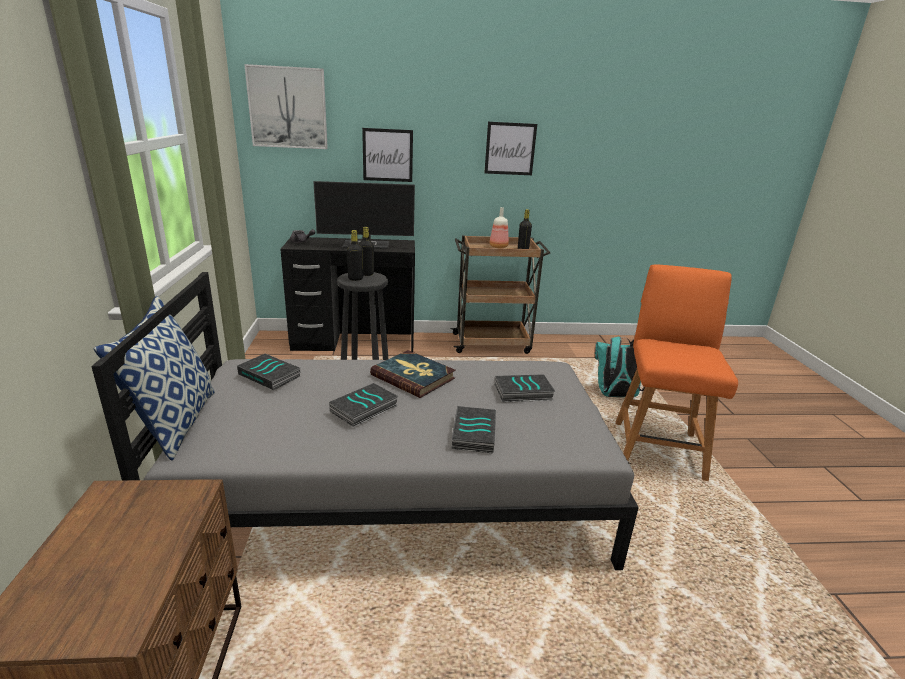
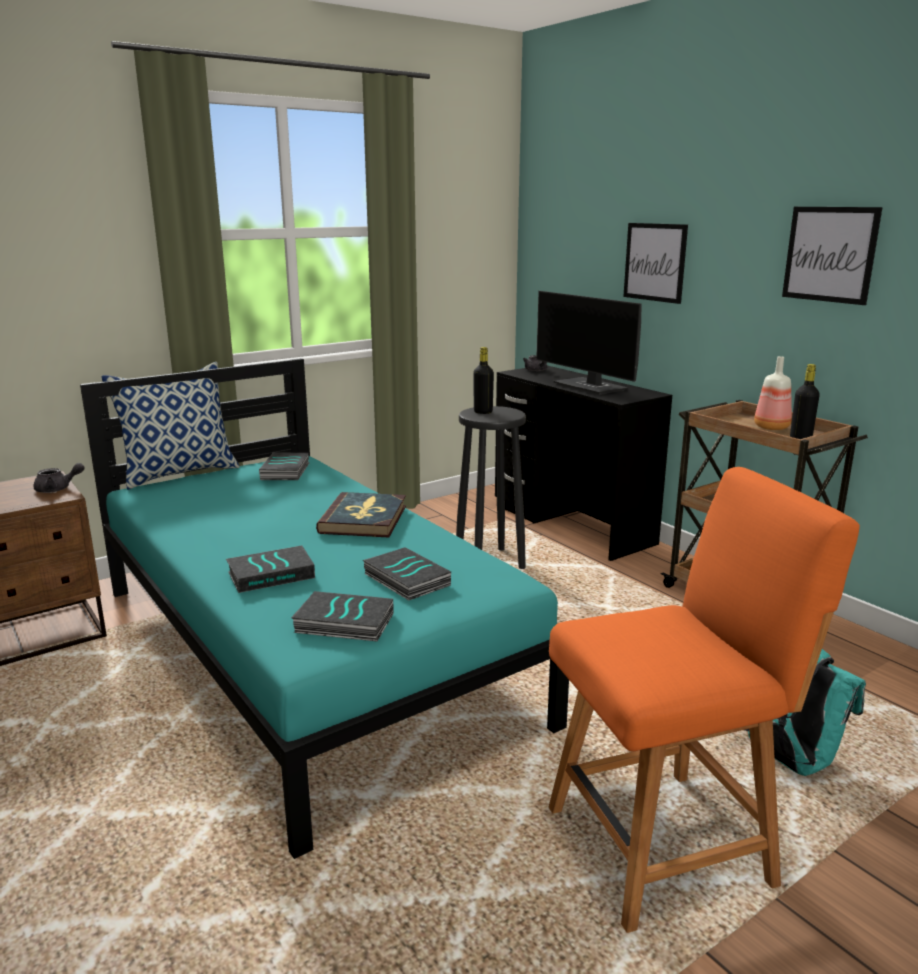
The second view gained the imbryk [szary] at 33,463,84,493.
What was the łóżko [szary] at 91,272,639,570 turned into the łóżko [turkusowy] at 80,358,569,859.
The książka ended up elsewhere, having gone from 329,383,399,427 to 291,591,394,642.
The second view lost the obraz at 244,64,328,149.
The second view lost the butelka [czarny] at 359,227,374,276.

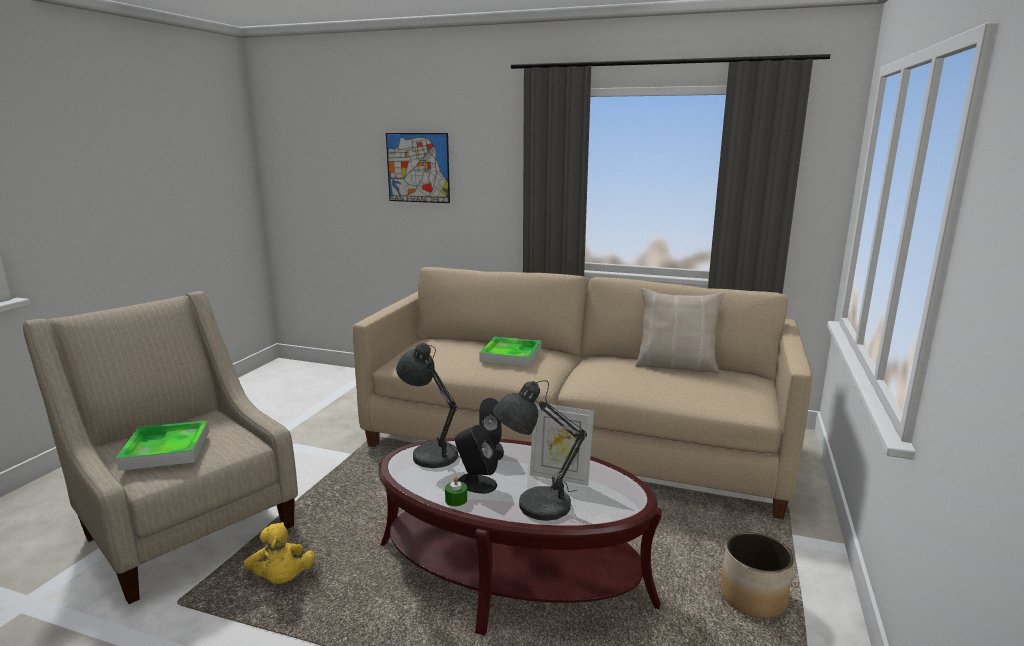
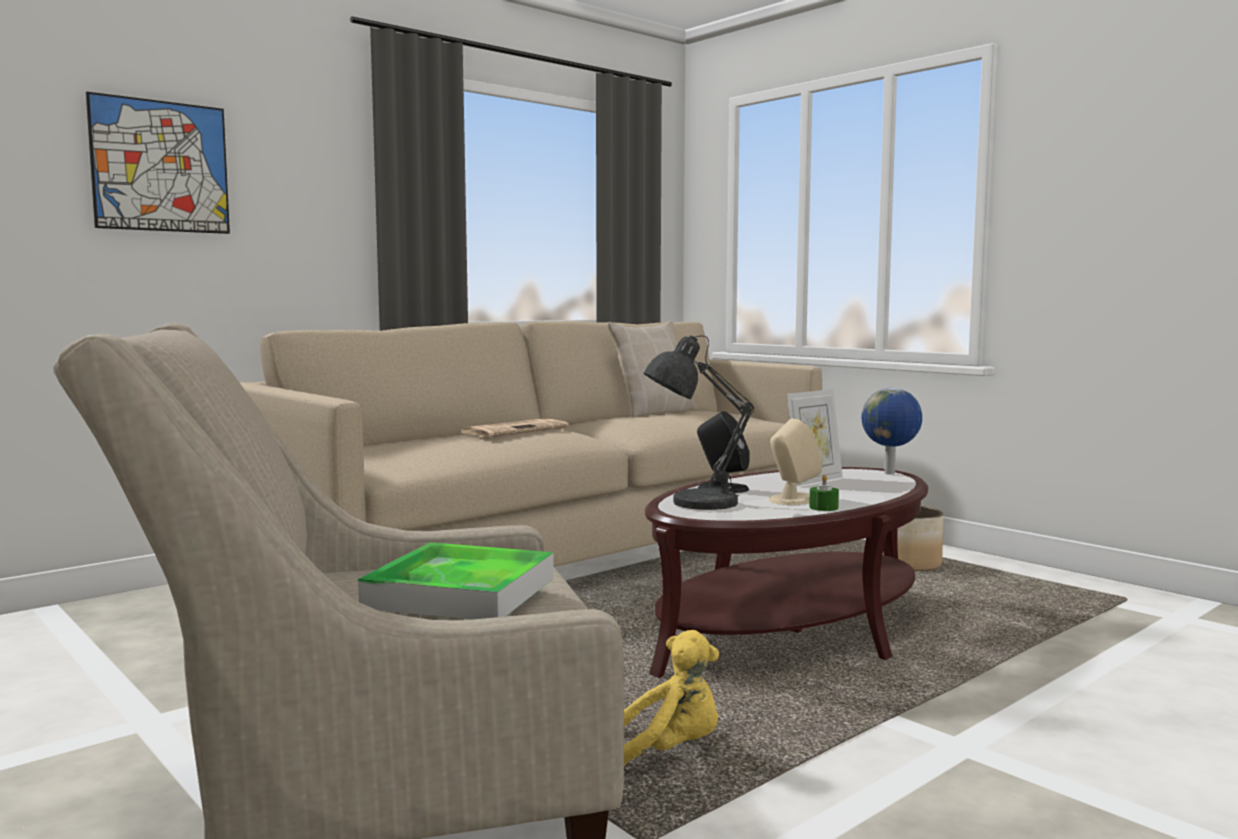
Where the taca stood at 479,337,541,367, the gazeta came to stand at 459,419,569,437.
What was the głośnik [czarny] at 455,425,498,494 turned into the głośnik [beżowy] at 768,419,823,505.
The second view gained the globus at 862,388,922,474.
The second view lost the lampa stołowa [szary] at 493,380,587,521.

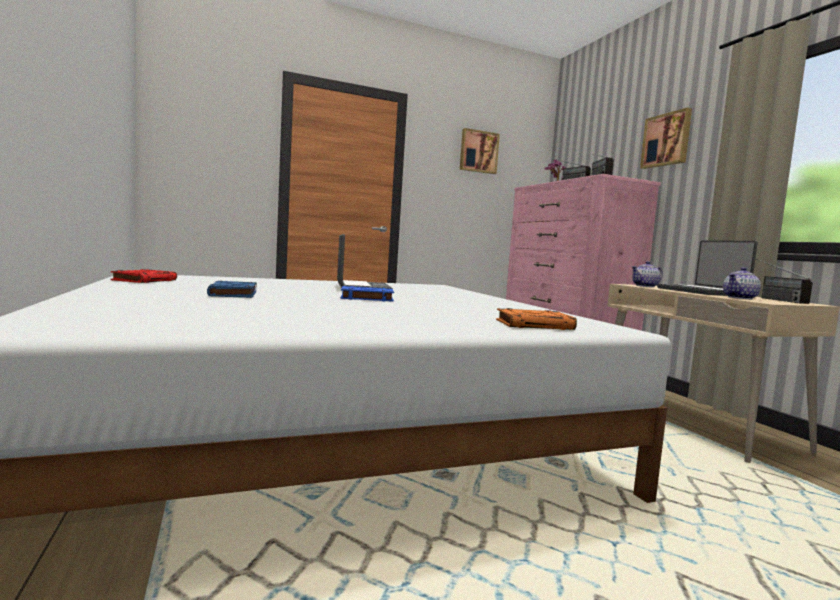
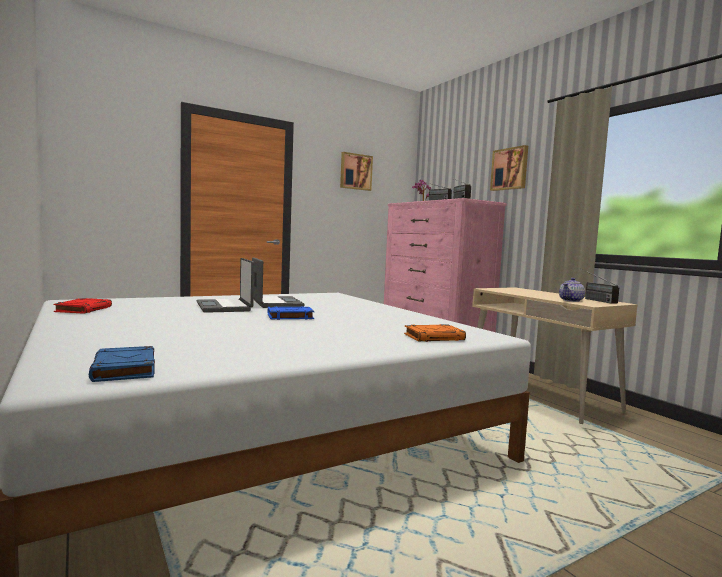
The książka [niebieski] ended up elsewhere, having gone from 207,281,257,298 to 89,346,155,382.
The laptop ended up elsewhere, having gone from 657,241,758,296 to 197,258,254,313.
The second view lost the imbryk at 631,261,663,287.

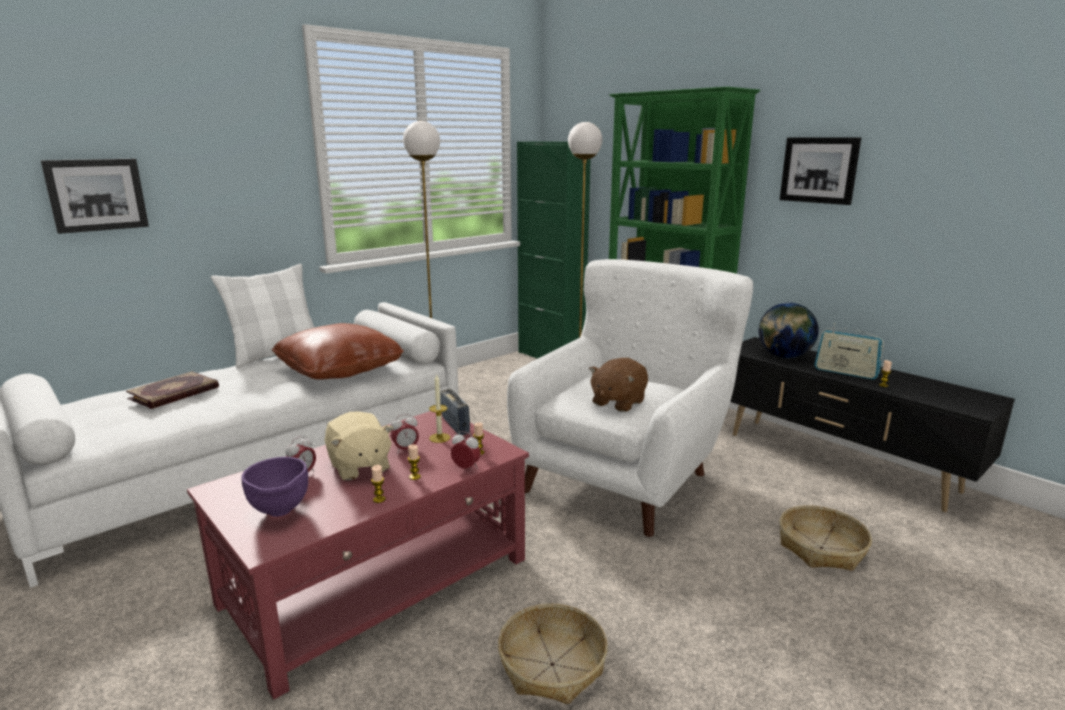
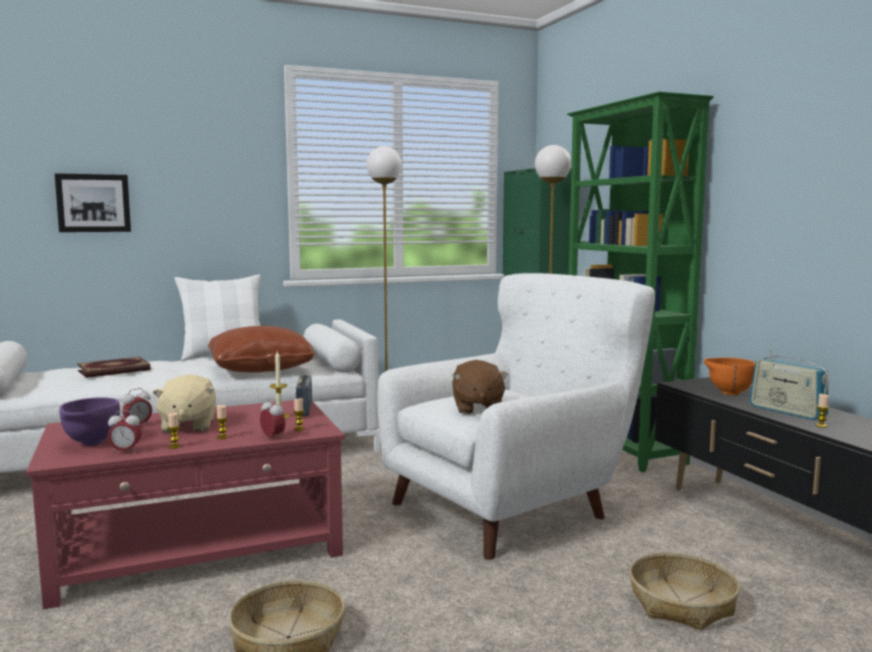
The budzik ended up elsewhere, having gone from 391,414,419,454 to 108,410,142,454.
The pluszak [brązowy] at 589,358,648,412 ended up facing another way, 60 degrees counterclockwise from before.
Where the globus stood at 759,303,819,358, the miska [pomarańczowy] came to stand at 704,358,755,395.
The second view lost the obraz at 780,137,861,205.

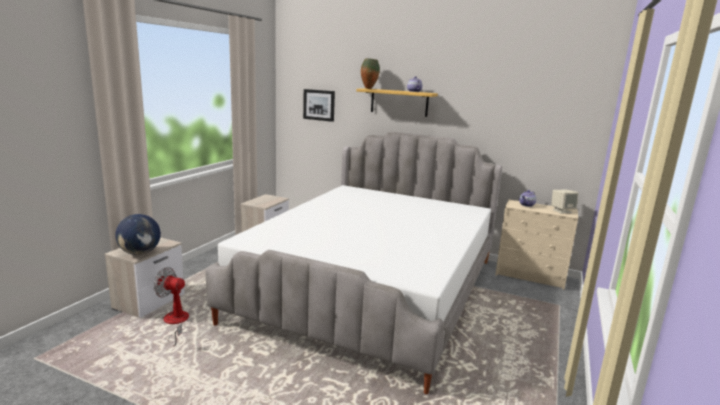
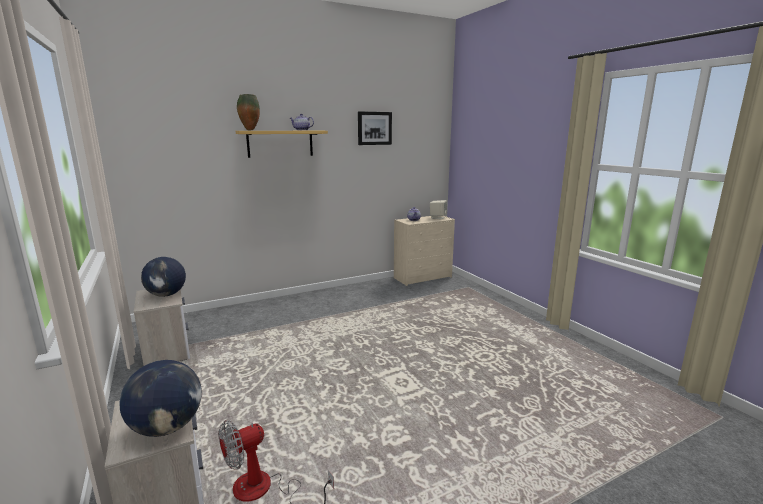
The second view gained the globus at 141,257,186,297.
The obraz ended up elsewhere, having gone from 303,89,335,122 to 358,111,392,145.
The second view lost the łóżko at 205,132,502,394.

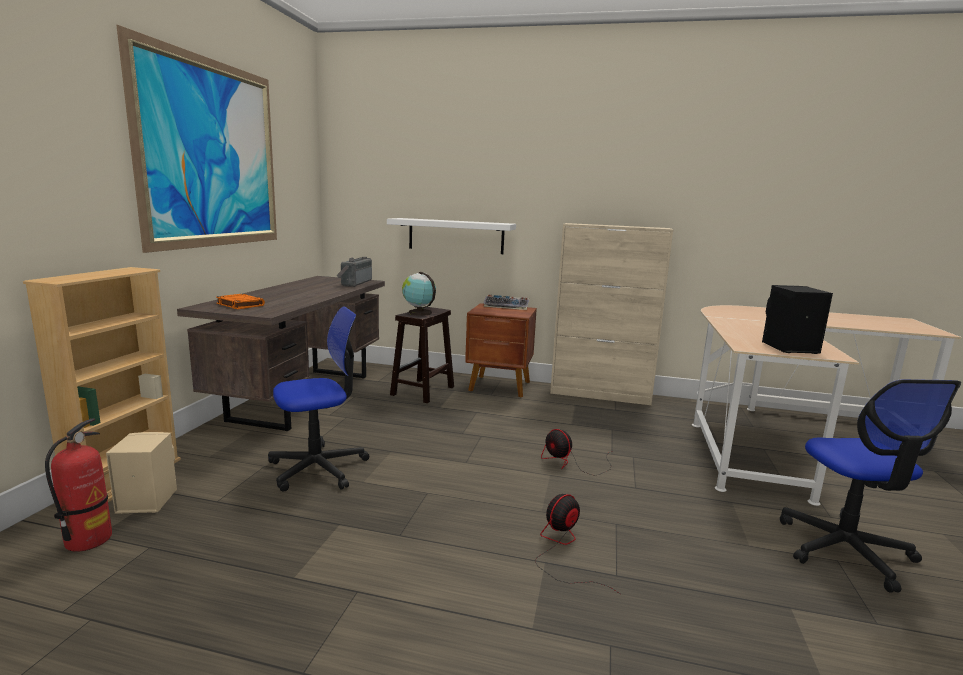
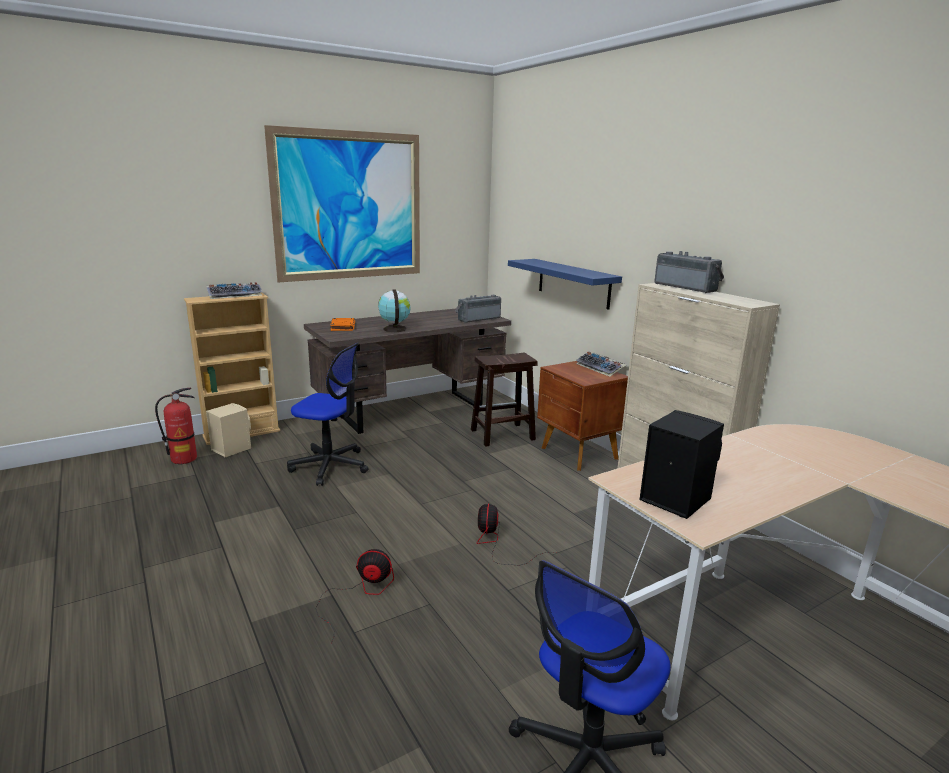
The second view gained the klawiatura at 207,282,262,299.
The globus ended up elsewhere, having gone from 402,272,436,316 to 378,290,411,332.
What was the półka [biały] at 387,218,516,254 turned into the półka [niebieski] at 508,259,622,310.
The second view gained the radio at 654,251,724,293.

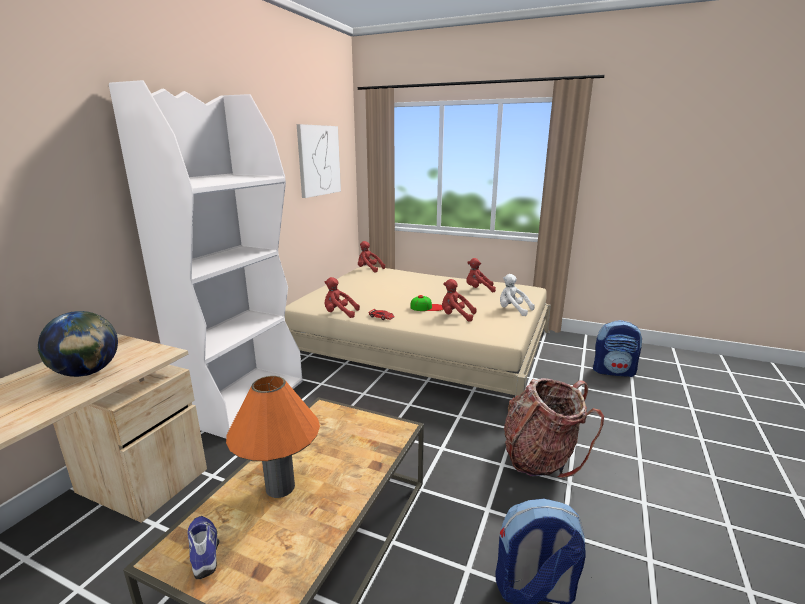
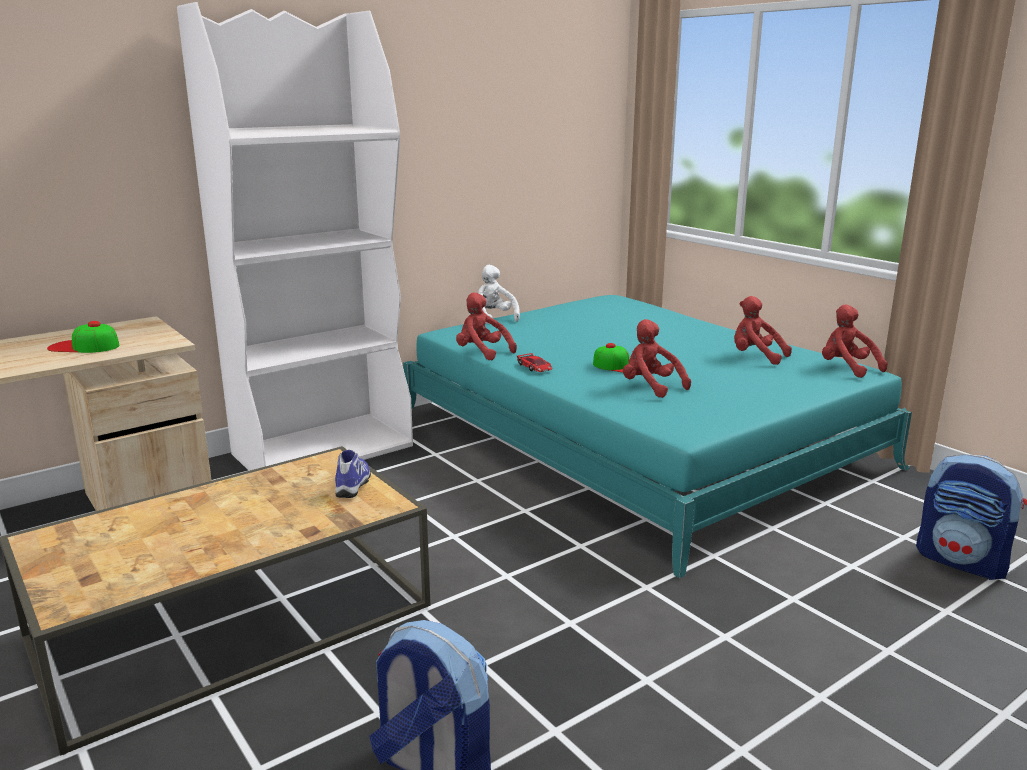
Where the globus stood at 38,311,118,377, the czapka z daszkiem came to stand at 47,321,120,353.
The but ended up elsewhere, having gone from 187,516,219,579 to 335,450,371,498.
What was the łóżko [beżowy] at 285,266,551,396 turned into the łóżko [turkusowy] at 403,295,912,578.
The pluszak [biały] ended up elsewhere, having gone from 500,274,535,316 to 478,265,520,324.
The pluszak [czerwony] ended up elsewhere, having gone from 358,241,385,272 to 822,304,888,378.
The second view lost the lampa stołowa [pomarańczowy] at 226,376,320,498.
The second view lost the obraz at 297,124,341,198.
The second view lost the plecak at 504,378,604,478.

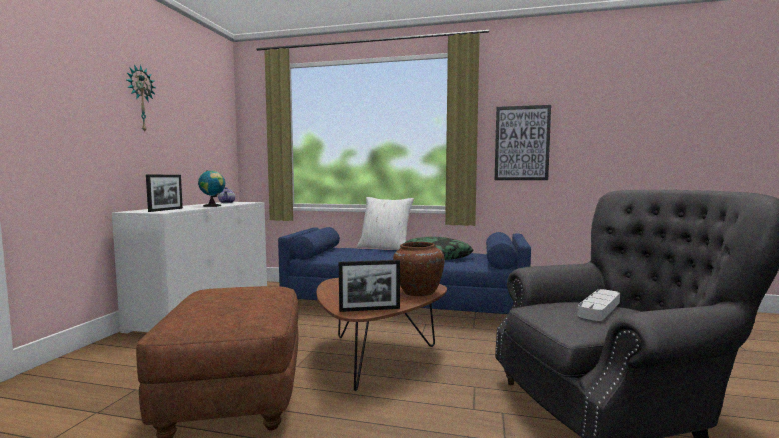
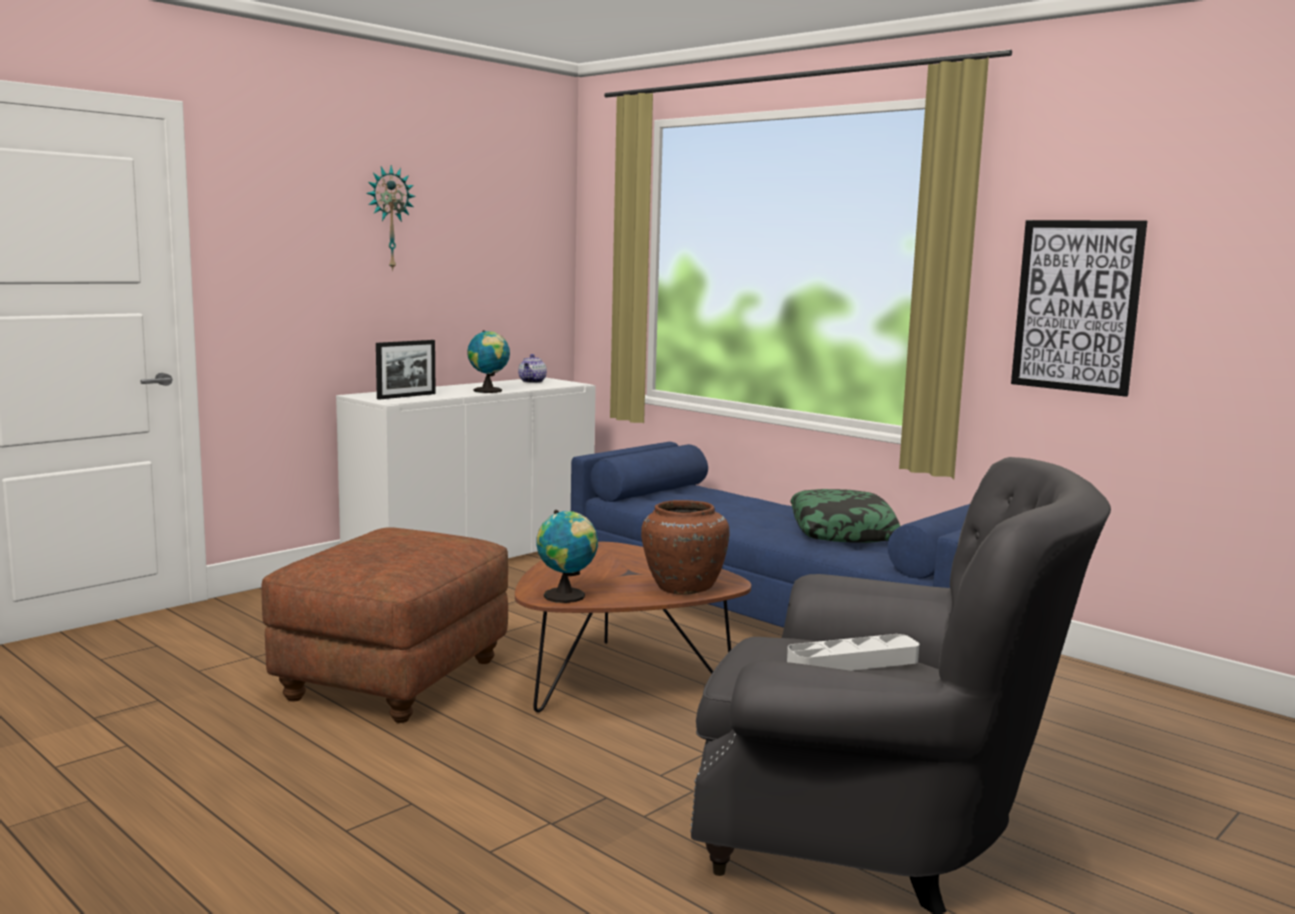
Where the ramka na zdjęcie stood at 339,260,400,312, the globus came to stand at 536,510,598,603.
The second view lost the poduszka [biały] at 357,197,414,250.

